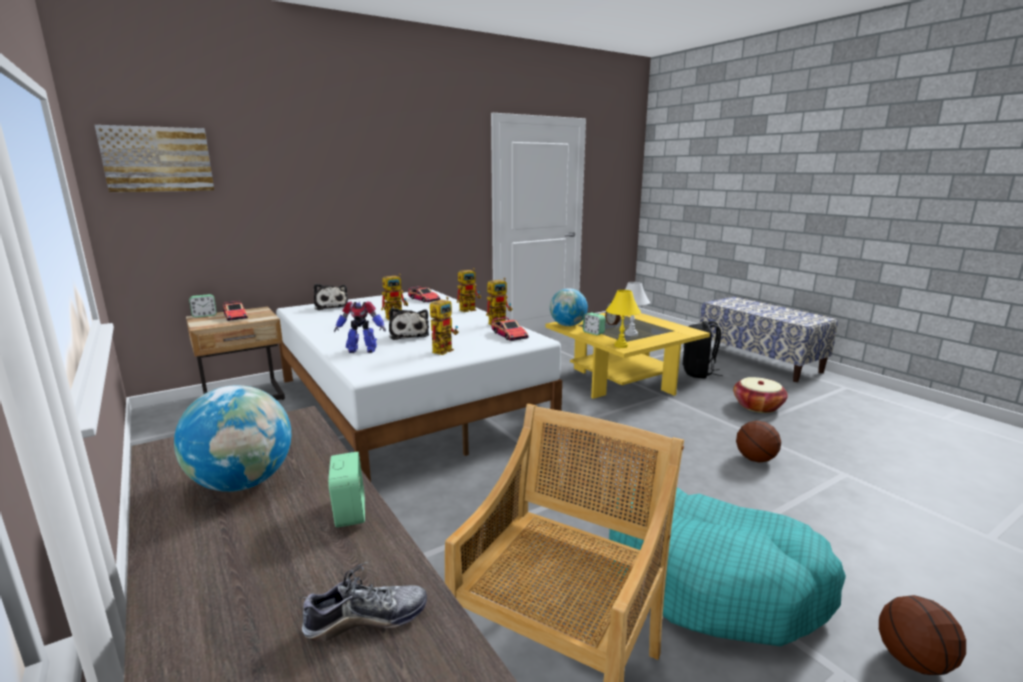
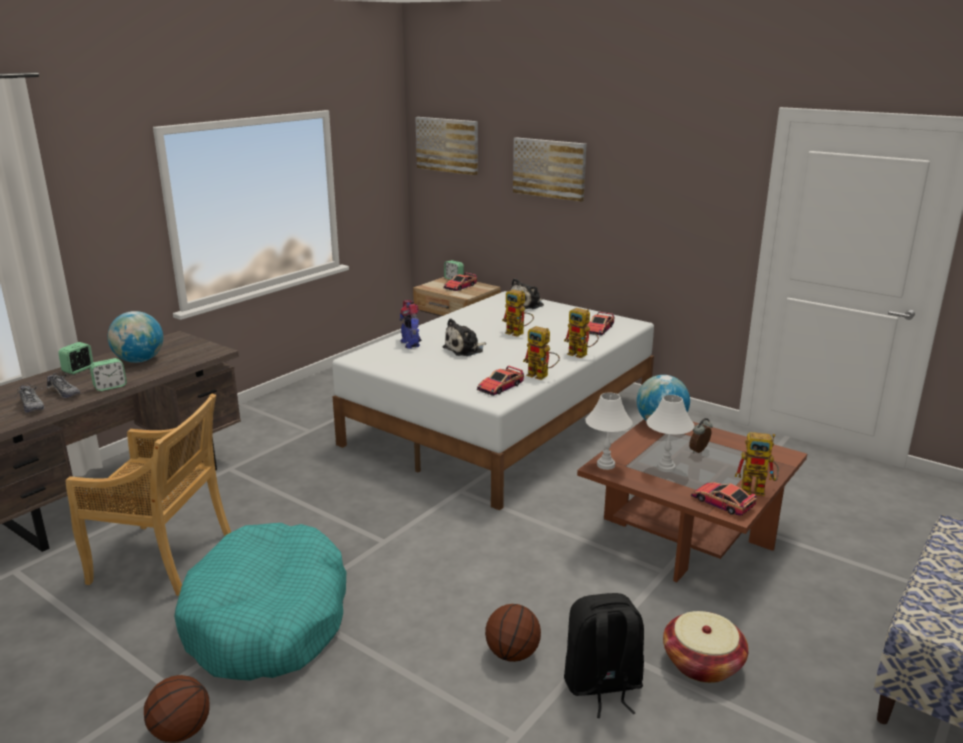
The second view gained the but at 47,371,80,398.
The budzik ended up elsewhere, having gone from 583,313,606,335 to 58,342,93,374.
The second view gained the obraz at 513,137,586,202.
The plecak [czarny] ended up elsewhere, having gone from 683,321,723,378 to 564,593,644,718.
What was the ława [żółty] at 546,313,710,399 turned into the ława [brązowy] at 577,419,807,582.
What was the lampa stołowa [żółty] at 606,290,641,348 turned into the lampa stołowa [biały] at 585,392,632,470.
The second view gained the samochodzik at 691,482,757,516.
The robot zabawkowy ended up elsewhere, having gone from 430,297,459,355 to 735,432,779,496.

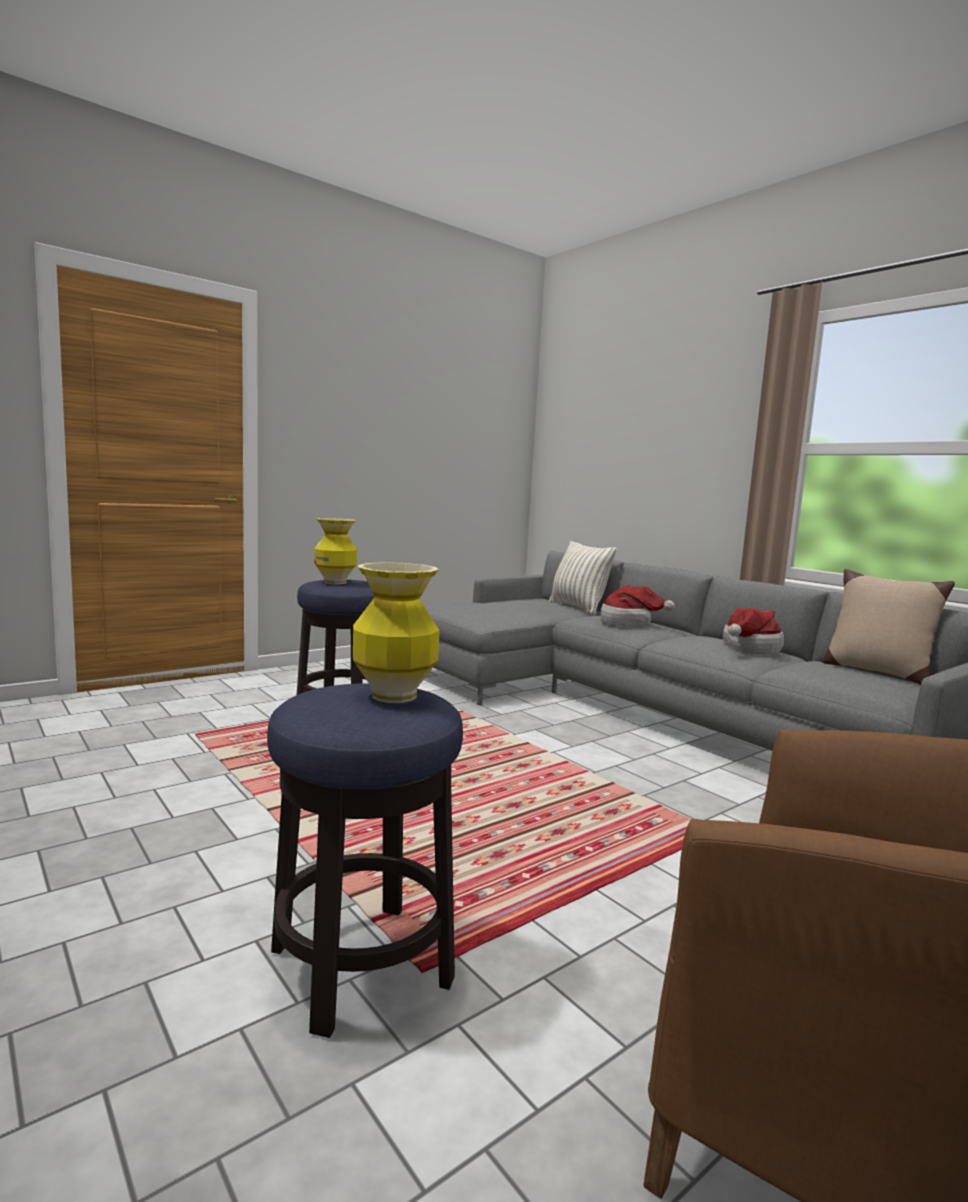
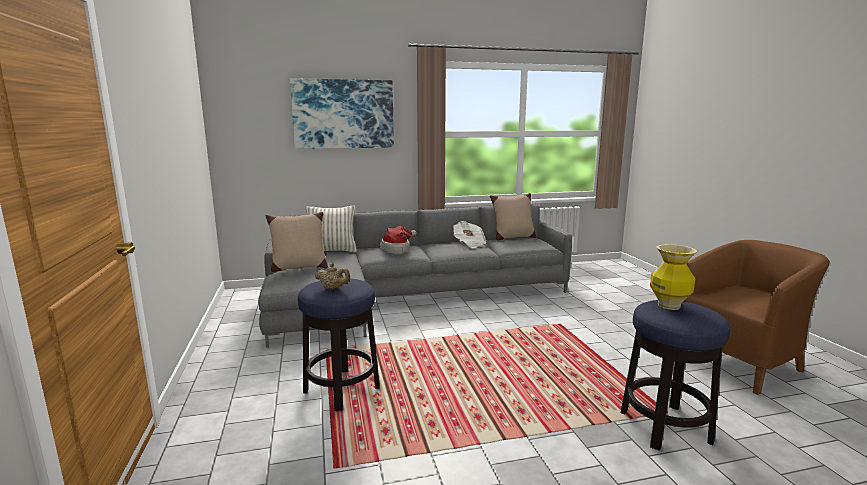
The second view gained the poduszka [beżowy] at 265,212,328,272.
The second view gained the obraz at 290,78,394,149.
Where the wazon stood at 314,518,357,584, the imbryk [beżowy] came to stand at 315,263,350,290.
Where the kapelusz stood at 723,608,784,654, the gazeta came to stand at 453,221,486,248.

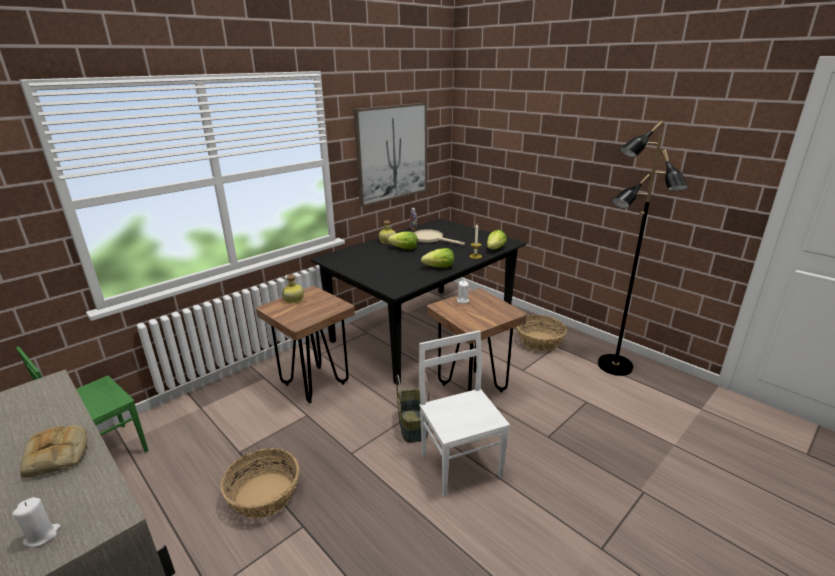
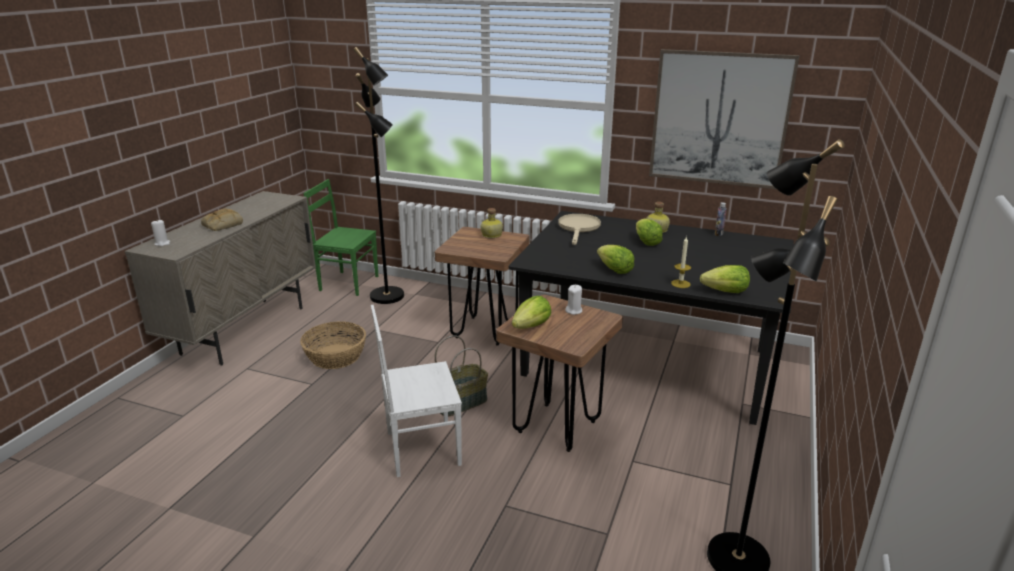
The second view gained the lampa stojąca [czarny] at 354,47,404,304.
The krzesło [biały] at 419,330,510,496 ended up facing another way, 150 degrees counterclockwise from before.
The second view gained the sałata at 512,296,551,329.
The patelnia [beżowy] ended up elsewhere, having gone from 413,229,465,245 to 558,214,601,245.
The second view lost the koszyk at 517,315,567,351.

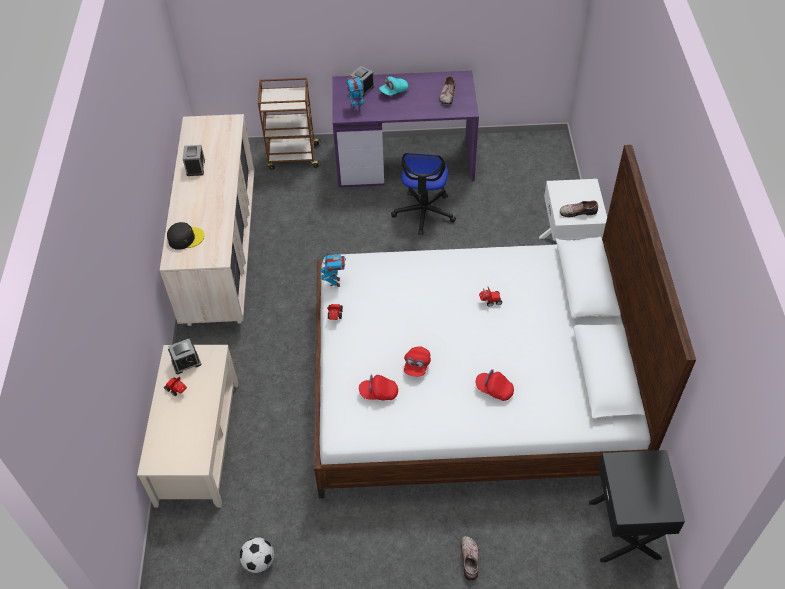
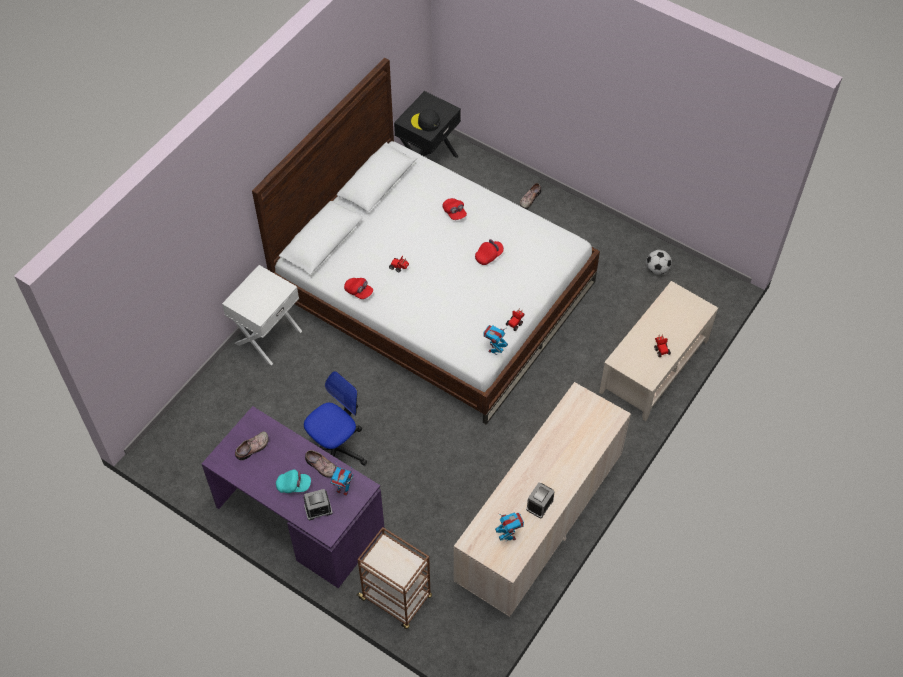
The but ended up elsewhere, having gone from 560,200,598,217 to 305,450,338,478.
The czapka z daszkiem [czerwony] ended up elsewhere, having gone from 359,375,398,400 to 344,278,373,299.
The czapka z daszkiem [czarny] ended up elsewhere, having gone from 167,222,204,250 to 411,109,440,131.
The second view gained the robot zabawkowy at 495,512,524,542.
The second view lost the budzik at 168,339,201,374.

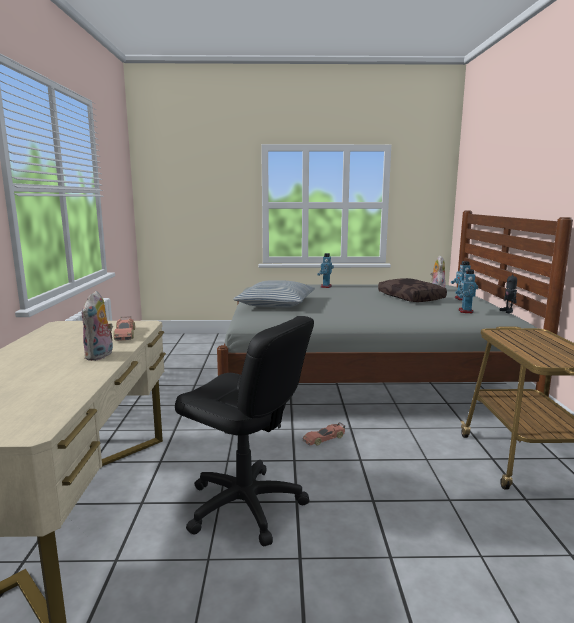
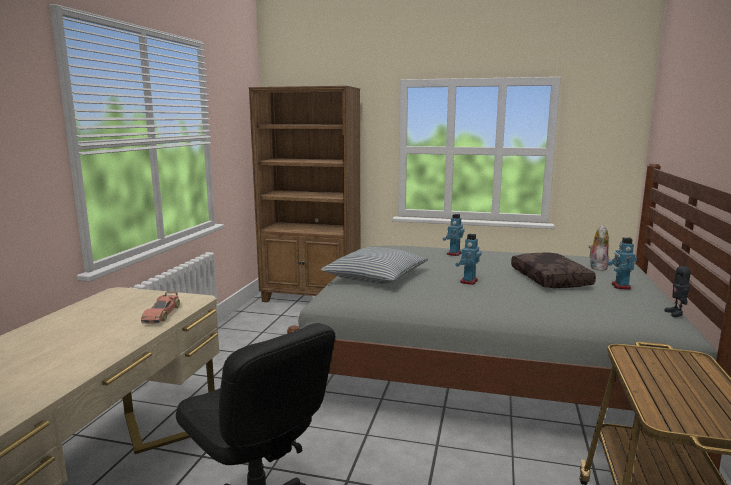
The second view gained the regał [brązowy] at 249,86,360,302.
The robot zabawkowy ended up elsewhere, having gone from 455,269,478,313 to 455,233,481,285.
The second view lost the pluszak at 82,291,113,361.
The second view lost the samochodzik at 303,422,345,446.

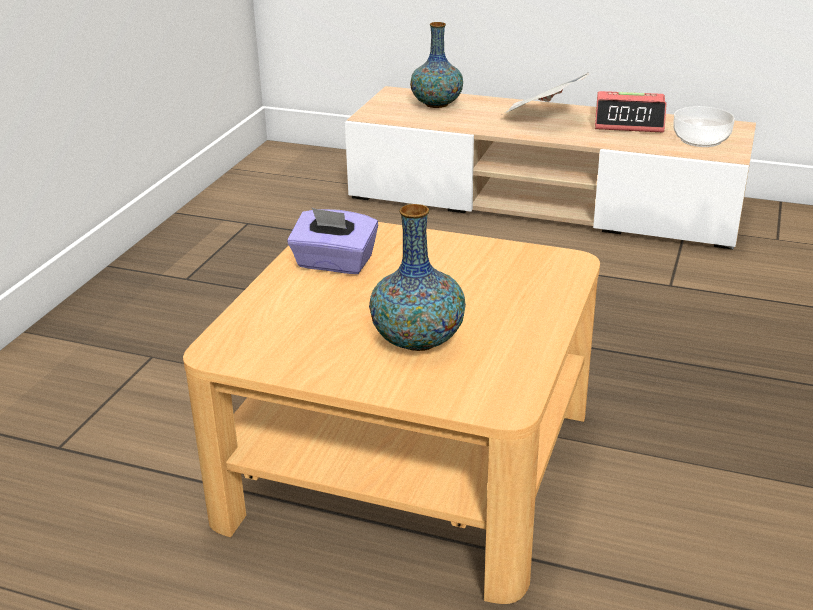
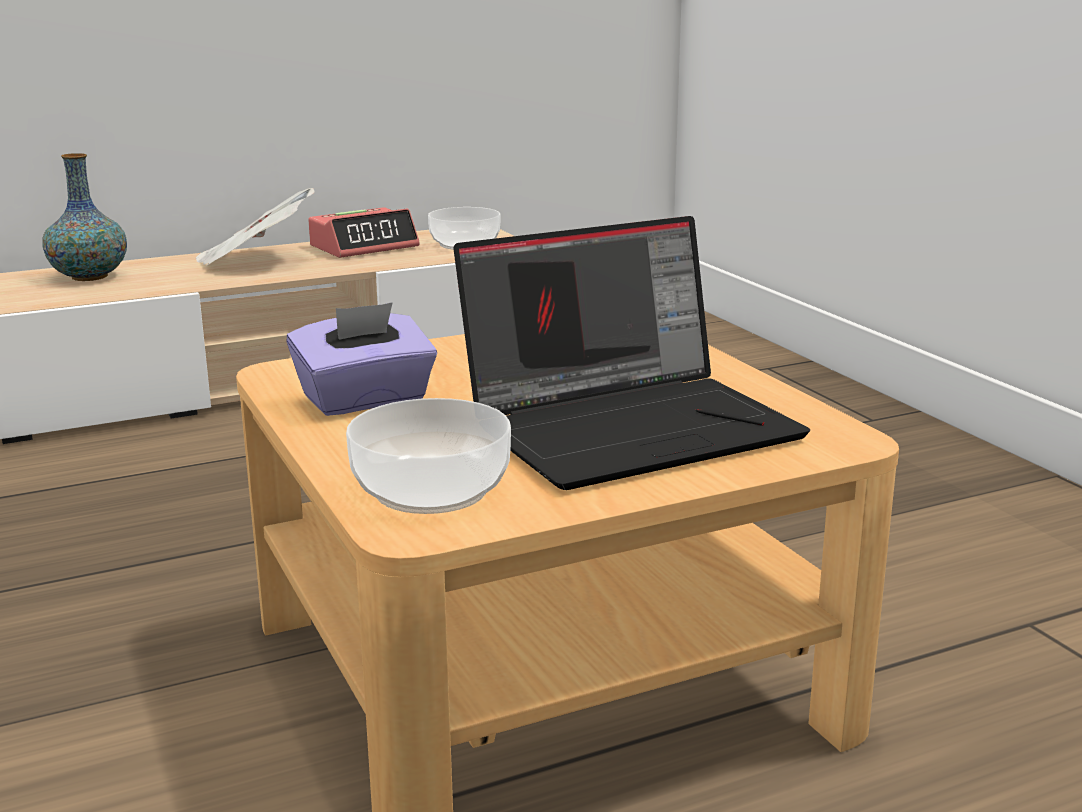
The second view gained the miska at 346,398,511,514.
Where the wazon stood at 369,204,466,351, the laptop came to stand at 454,216,810,490.

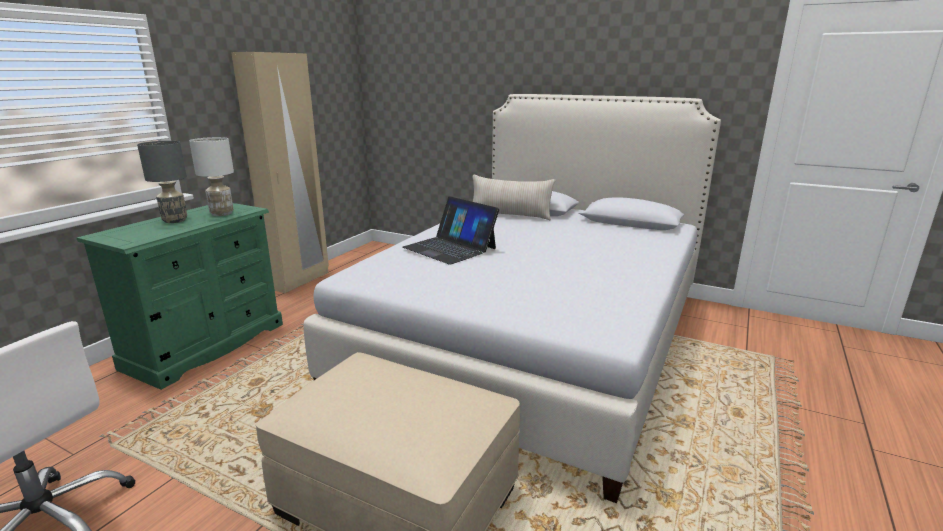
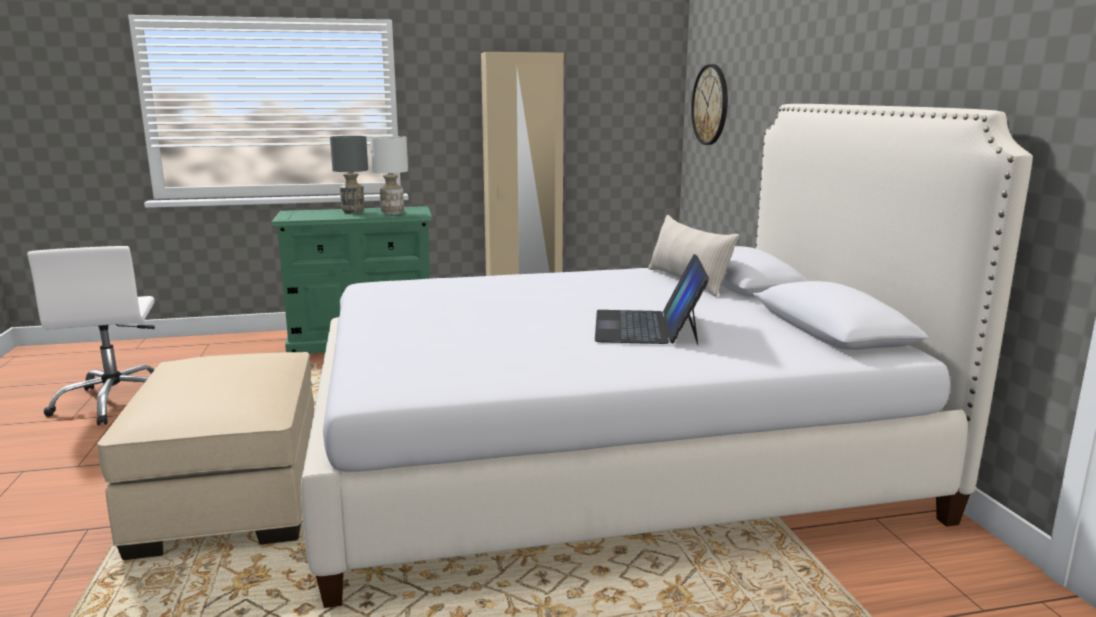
The laptop ended up elsewhere, having gone from 402,196,499,265 to 595,254,709,345.
The second view gained the zegar ścienny at 691,64,728,145.

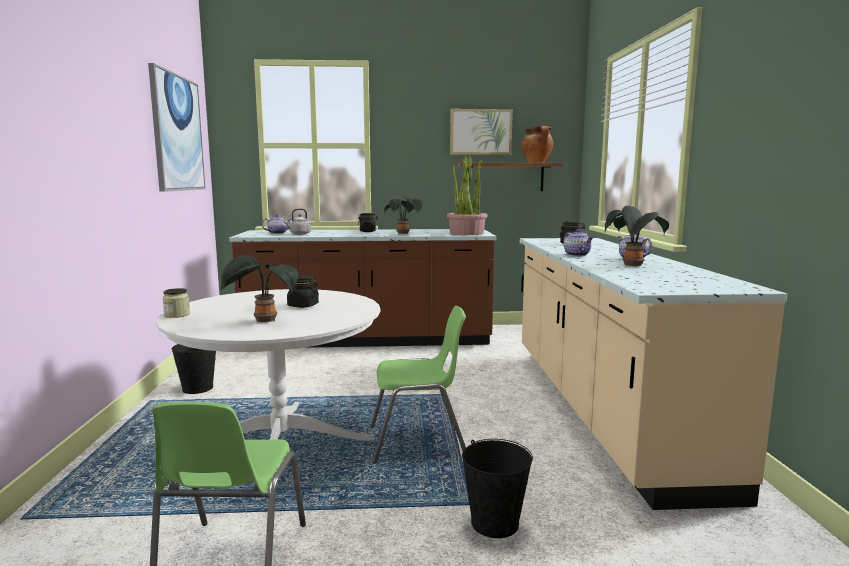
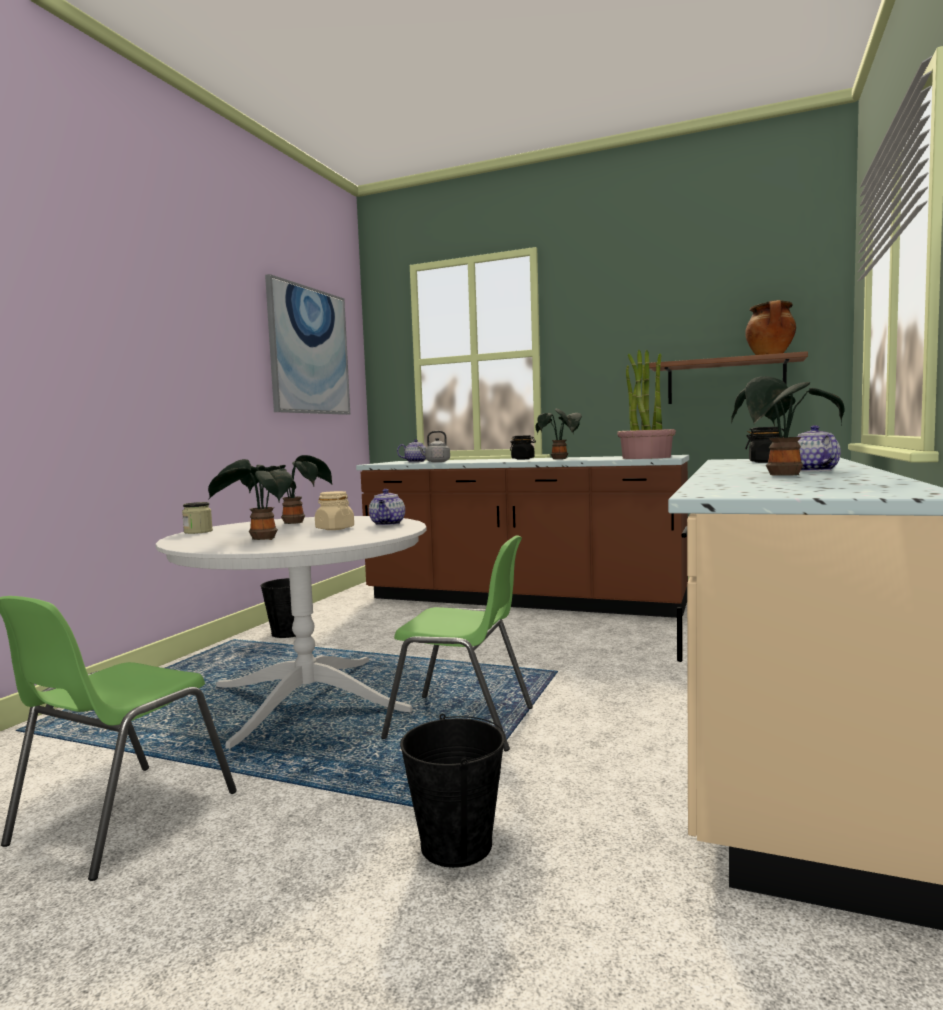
The second view gained the roślina doniczkowa at 265,455,332,524.
What was the słoik [czarny] at 287,275,319,308 turned into the słoik [beżowy] at 315,491,354,530.
The imbryk ended up elsewhere, having gone from 563,229,593,256 to 369,489,405,526.
The second view lost the obraz at 450,109,513,155.

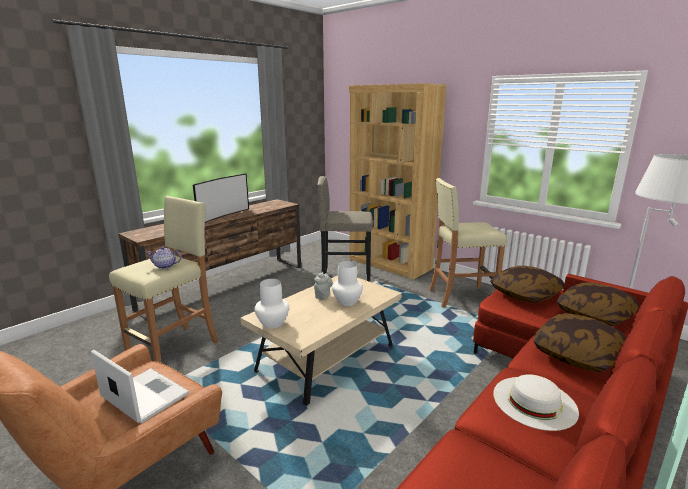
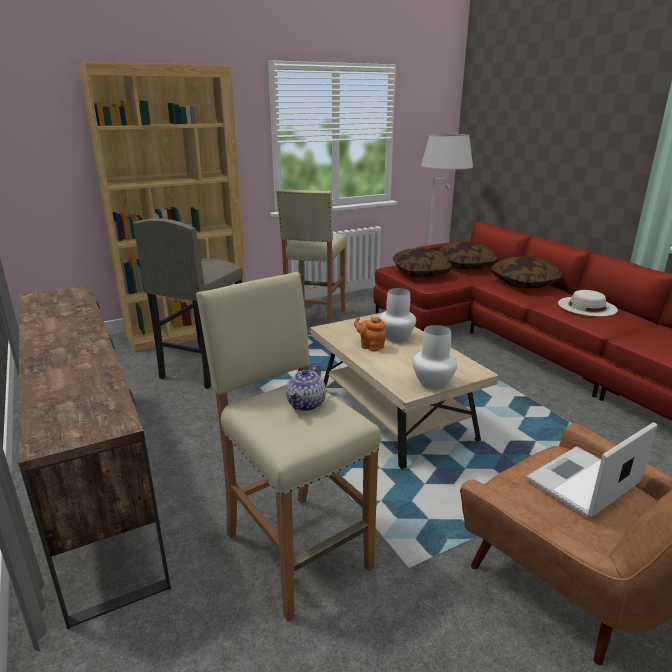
What was the imbryk [szary] at 314,271,333,299 turned into the imbryk [pomarańczowy] at 354,317,386,352.
The second view lost the telewizor at 193,173,249,223.

